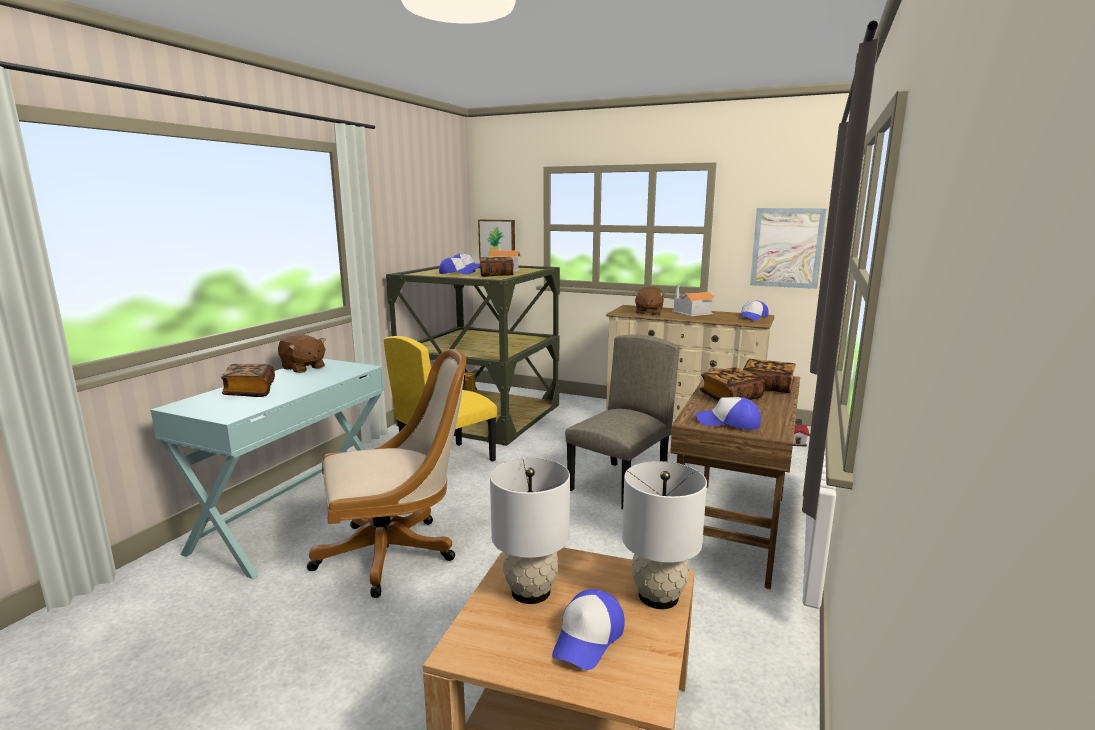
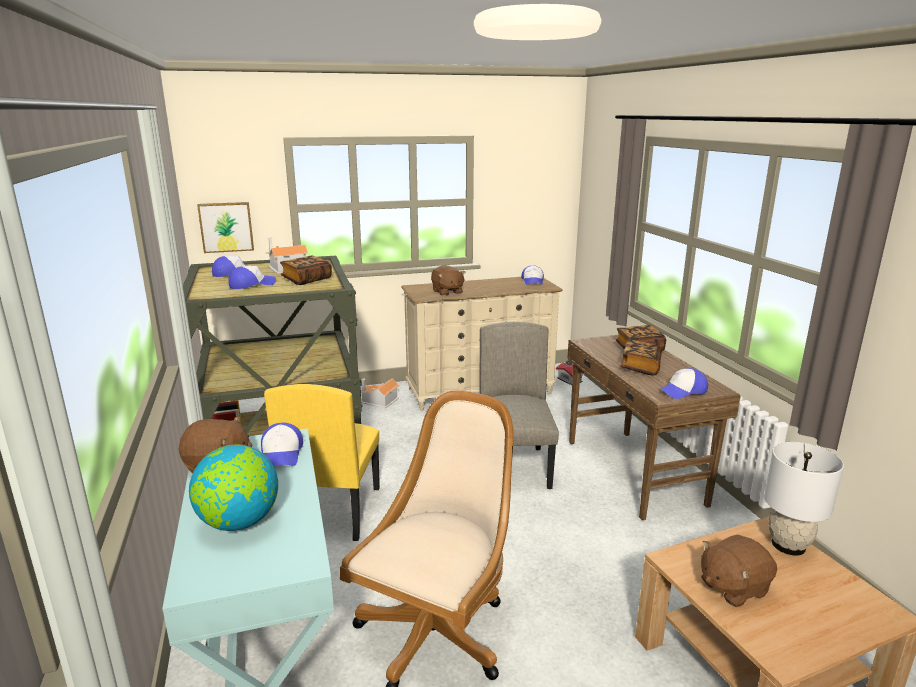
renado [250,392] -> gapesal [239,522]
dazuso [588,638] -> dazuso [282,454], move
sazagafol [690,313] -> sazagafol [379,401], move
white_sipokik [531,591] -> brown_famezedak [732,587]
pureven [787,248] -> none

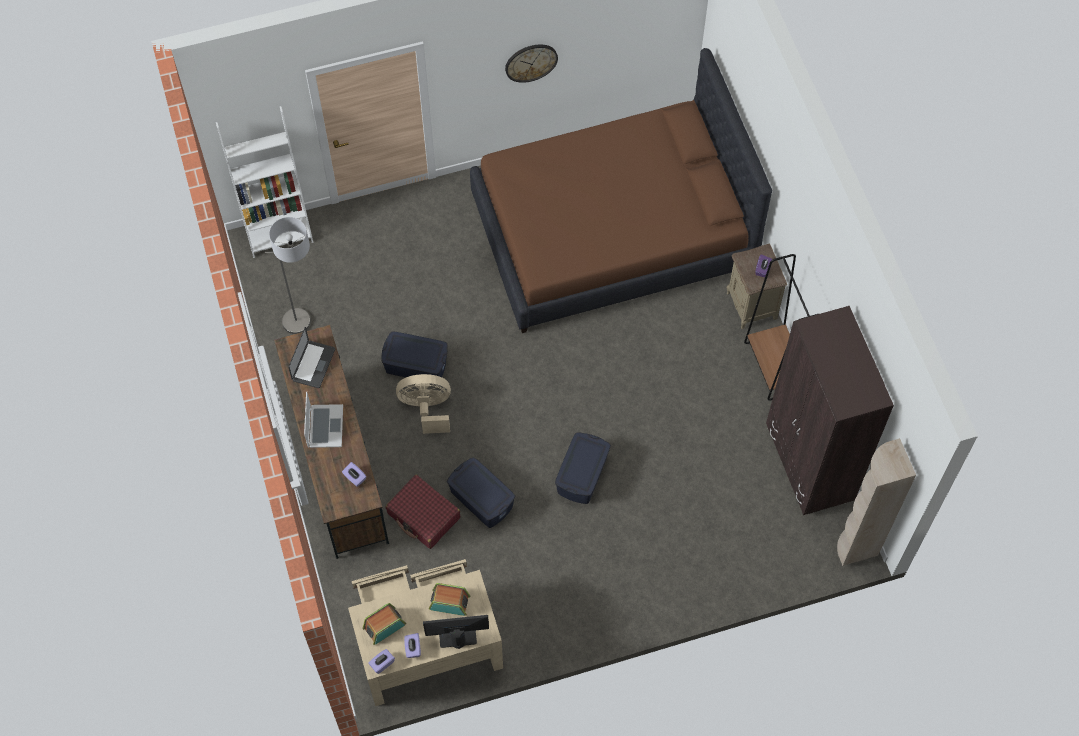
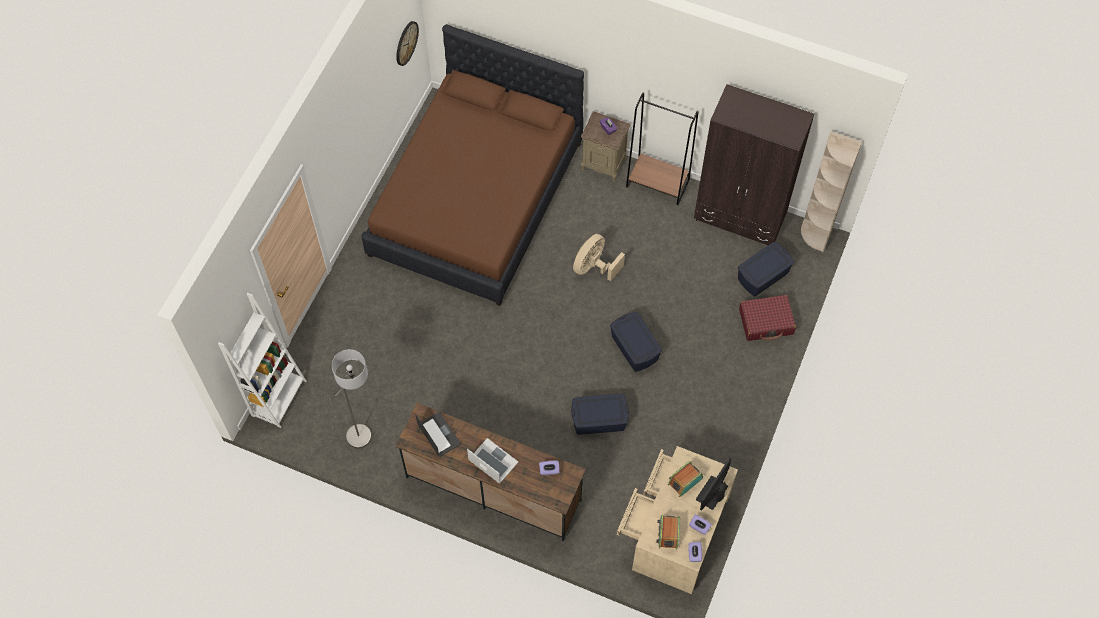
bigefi [531,62] -> bigefi [406,43], move
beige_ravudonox [427,409] -> beige_ravudonox [594,267], move
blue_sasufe [416,364] -> blue_sasufe [762,275], move
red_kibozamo [424,516] -> red_kibozamo [766,322], move

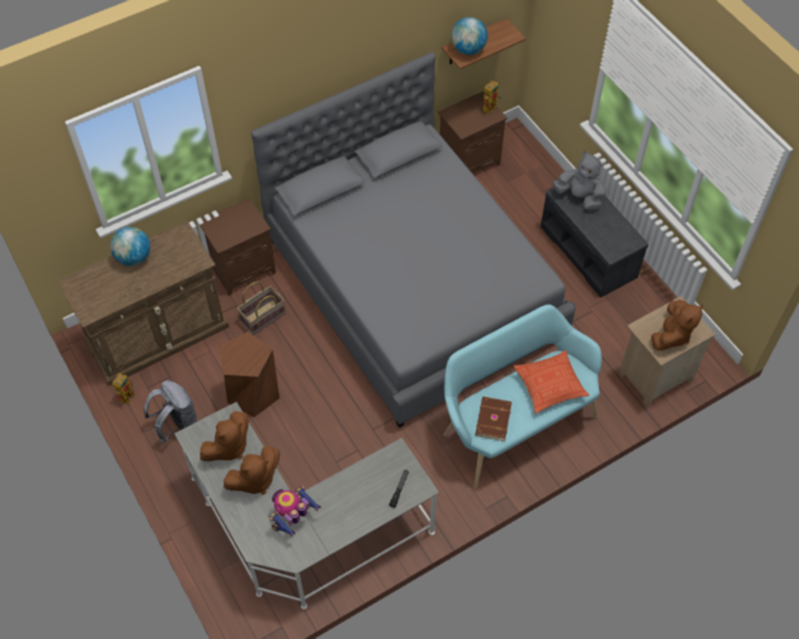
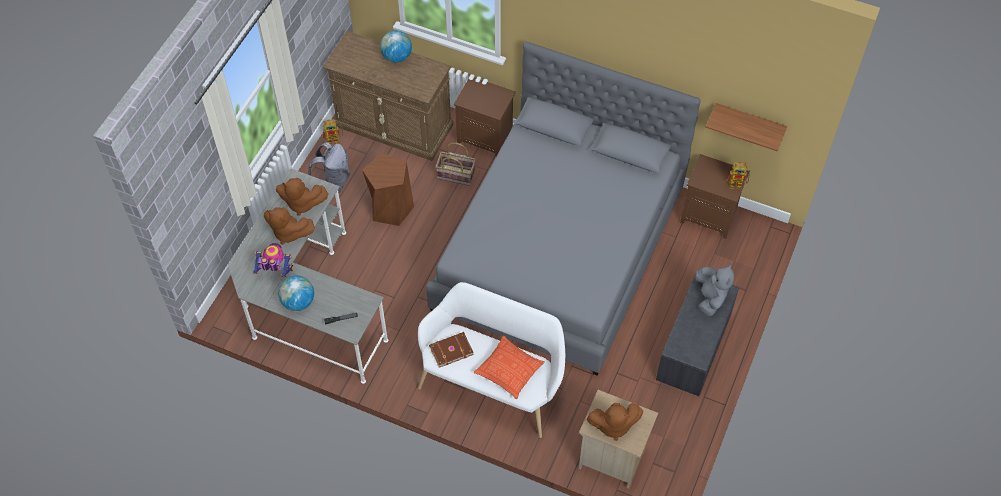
gapesal [468,49] -> gapesal [298,302], move
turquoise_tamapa [514,422] -> white_tamapa [493,383]

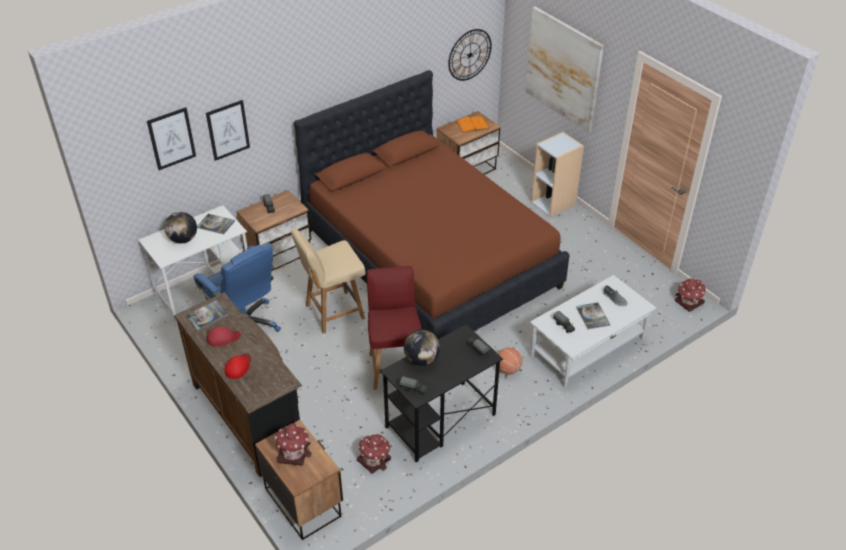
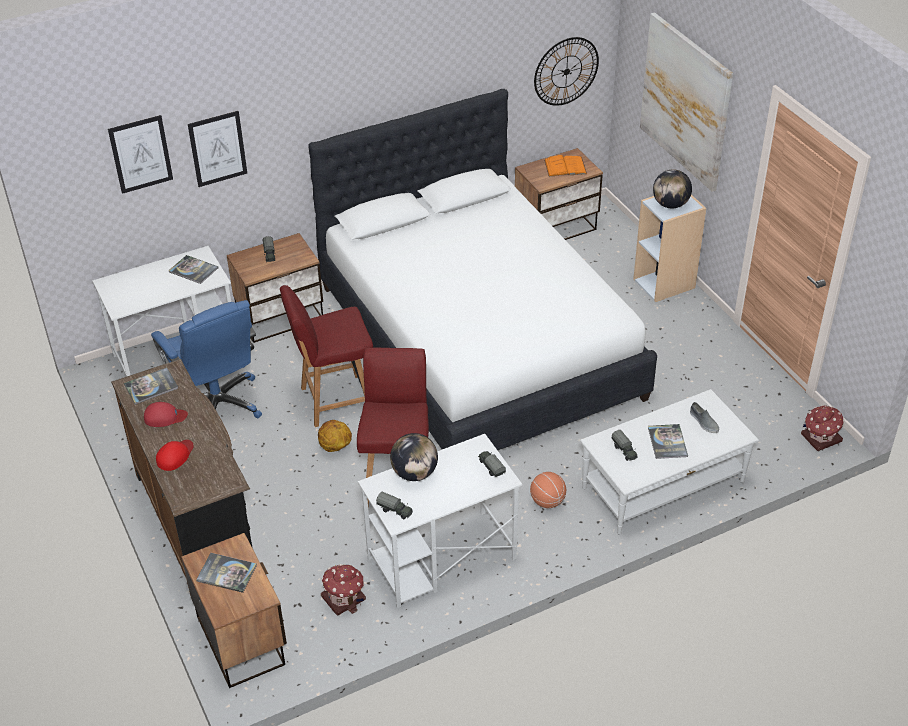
sazagafol [293,452] -> renado [226,573]
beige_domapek [333,312] -> red_domapek [334,401]
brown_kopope [430,257] -> white_kopope [478,341]
none -> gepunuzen [335,447]
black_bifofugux [440,421] -> white_bifofugux [441,559]
gapesal [183,239] -> gapesal [670,204], move

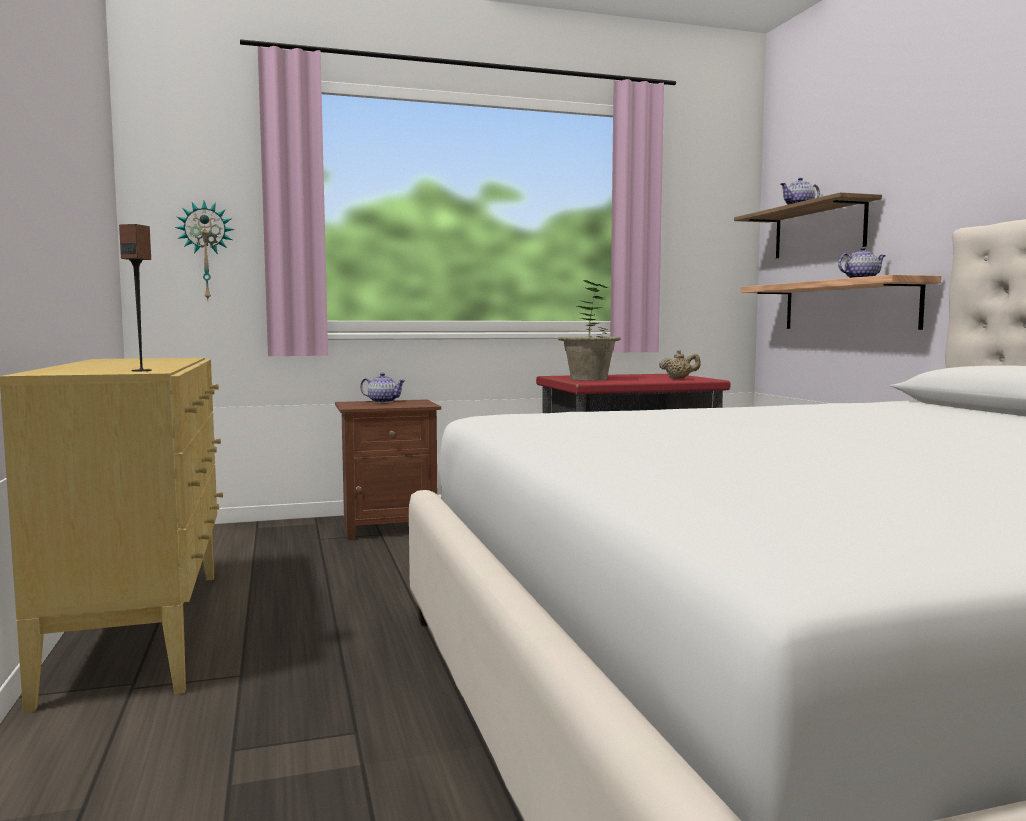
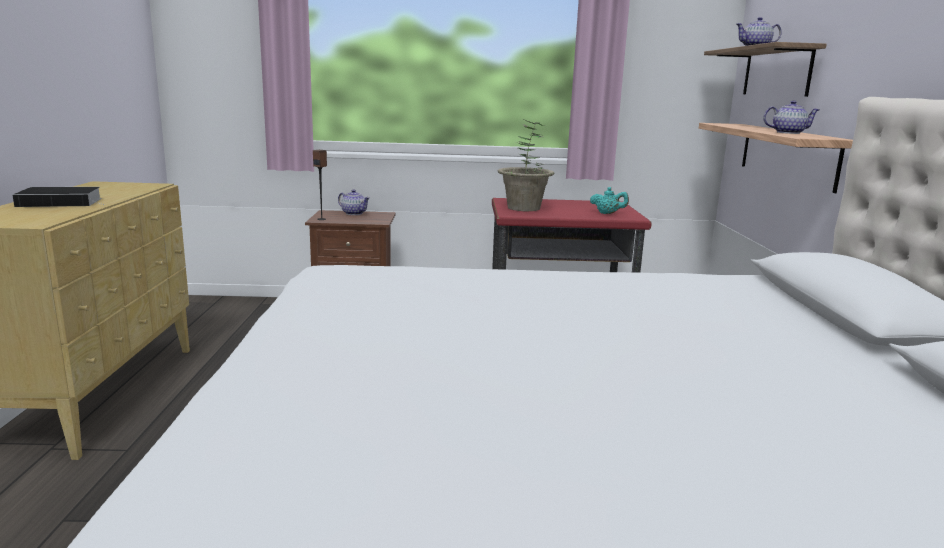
none -> renado [63,202]
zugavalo [141,370] -> zugavalo [321,219], move
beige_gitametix [679,378] -> turquoise_gitametix [608,213]
bigefi [206,251] -> none

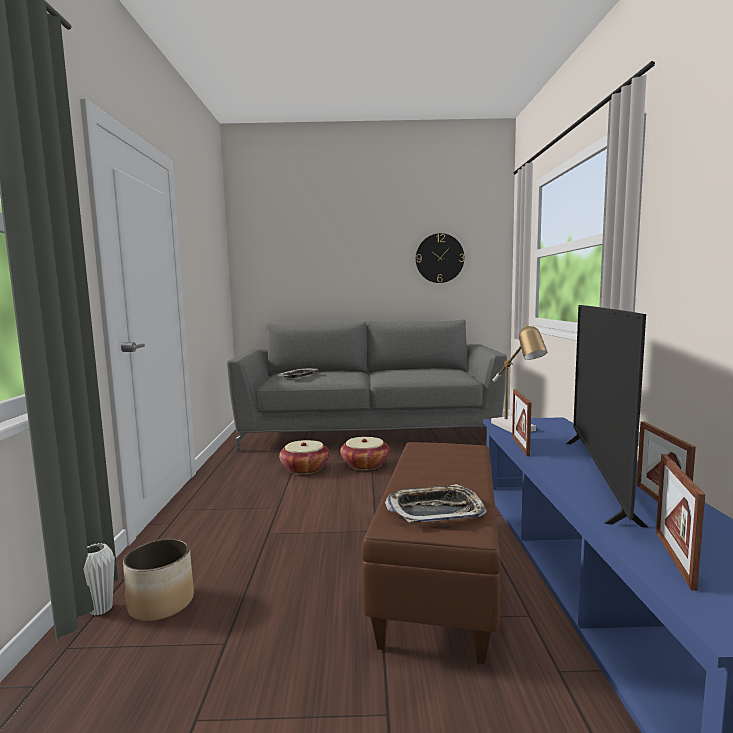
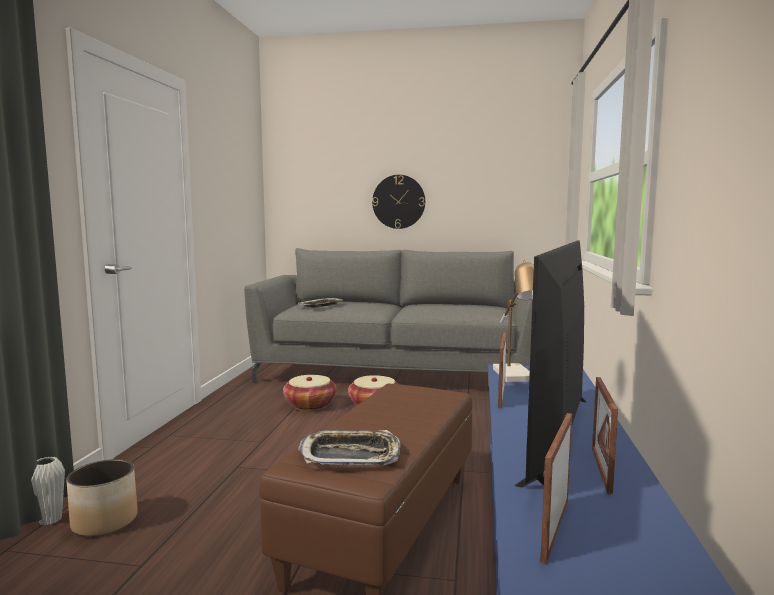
bigefi [439,258] -> bigefi [398,201], move

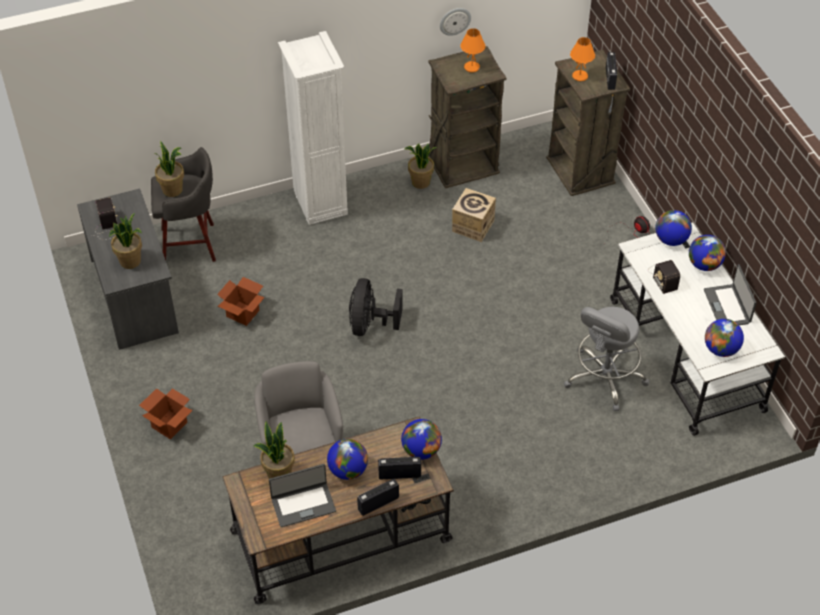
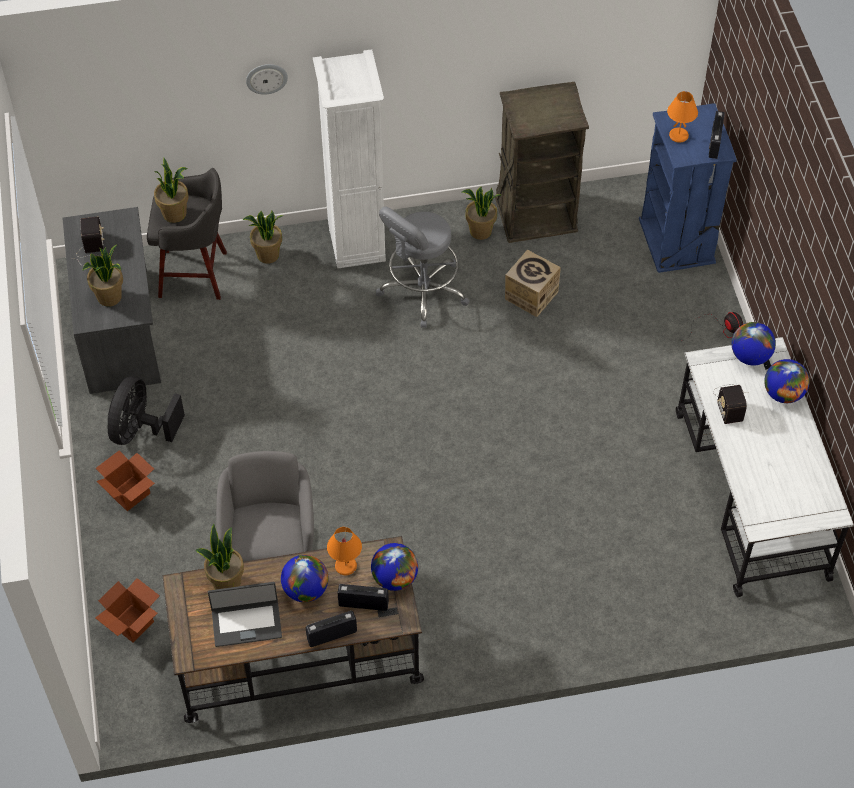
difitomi [242,313] -> difitomi [132,623], move
black_ravudonox [370,324] -> black_ravudonox [141,430], move
none -> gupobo [268,255]
bigefi [454,21] -> bigefi [266,78], move
orange_sipokik [472,67] -> orange_sipokik [346,566], move
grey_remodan [604,378] -> grey_remodan [422,291], move
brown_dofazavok [581,170] -> blue_dofazavok [677,241]
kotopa [727,306] -> none
gapesal [721,349] -> none

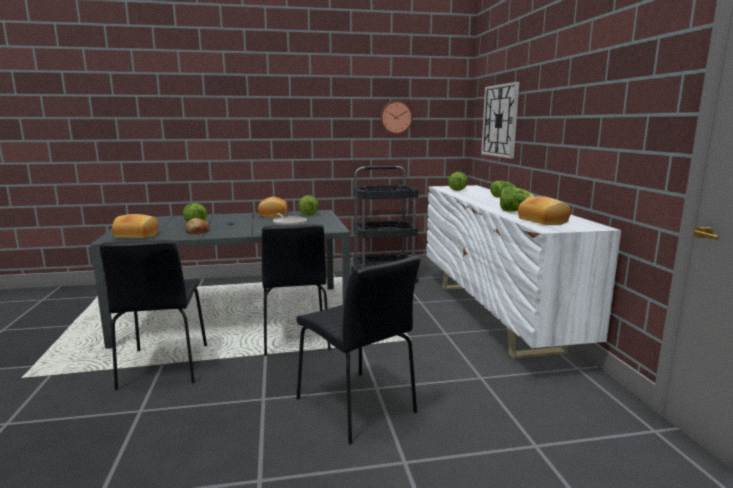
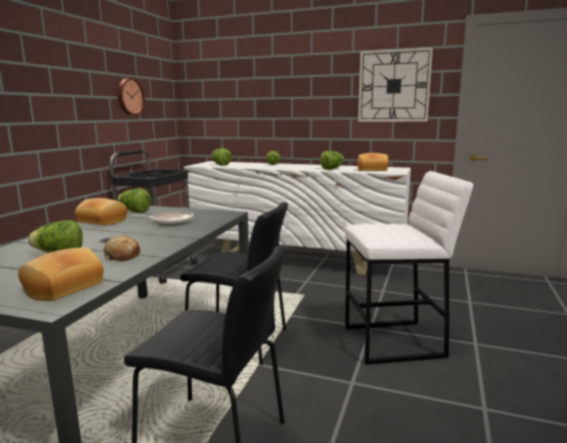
black_domapek [358,407] -> white_remodan [395,341]
bigefi [500,120] -> bigefi [394,86], move

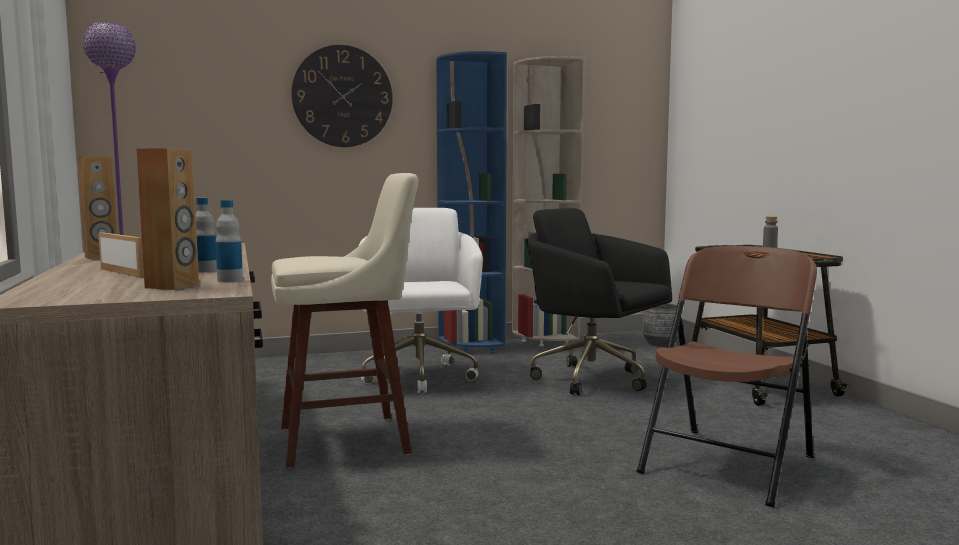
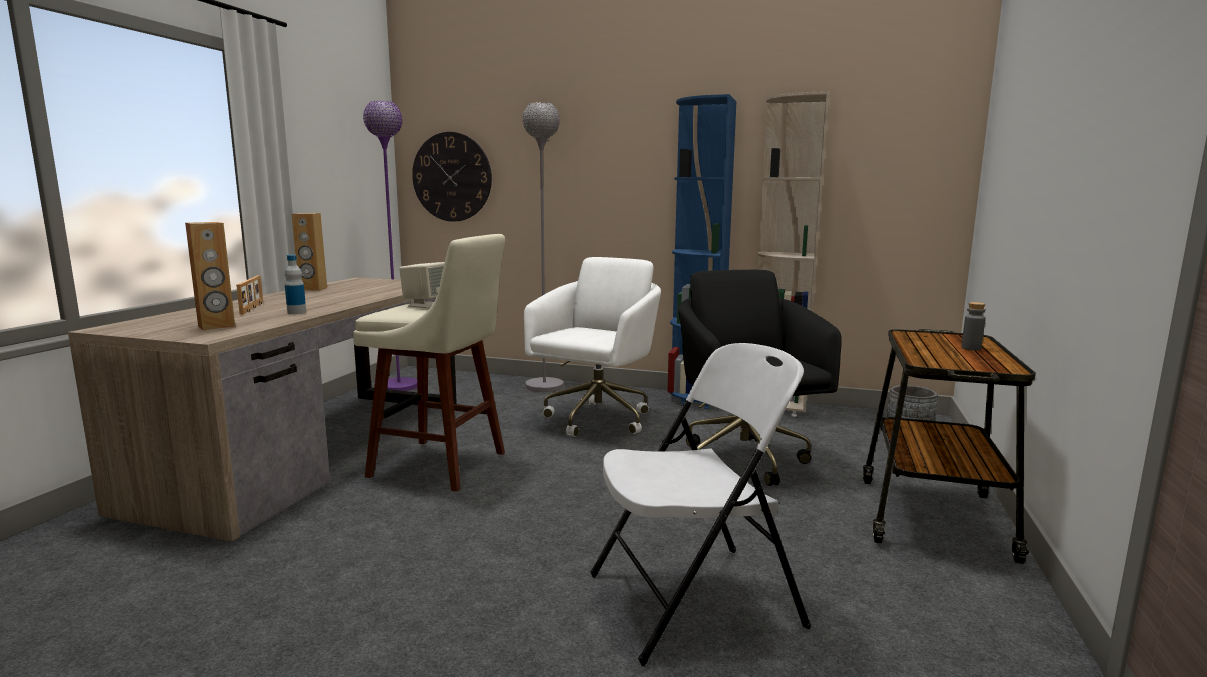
none -> beige_zugavalo [425,305]
bigefi [342,96] -> bigefi [452,177], move
none -> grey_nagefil [545,386]
brown_domapek [728,465] -> white_domapek [694,600]
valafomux [230,280] -> none

